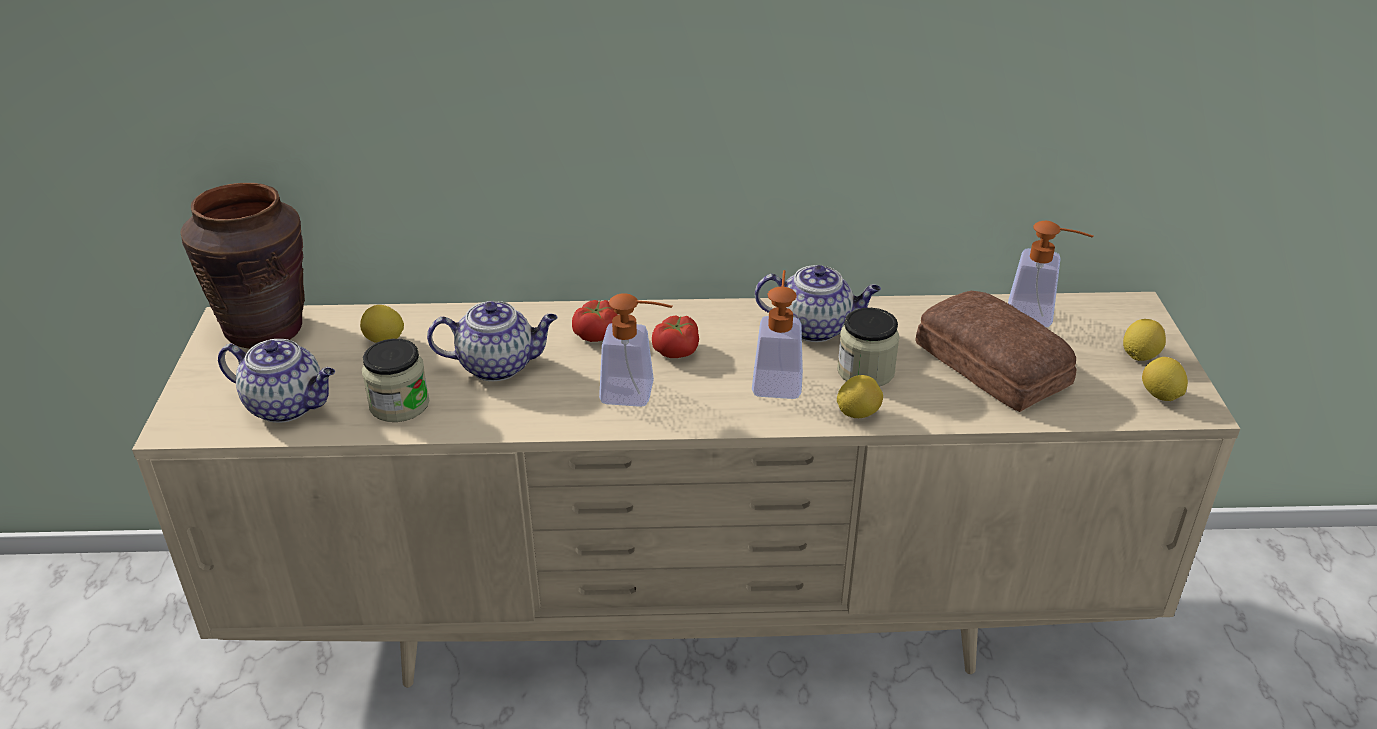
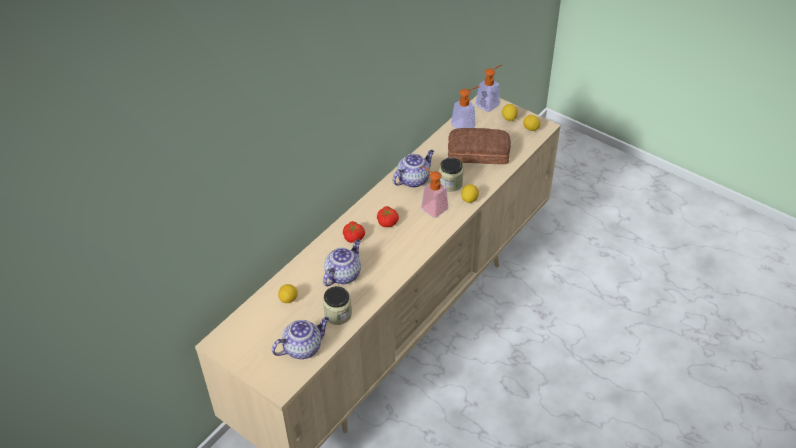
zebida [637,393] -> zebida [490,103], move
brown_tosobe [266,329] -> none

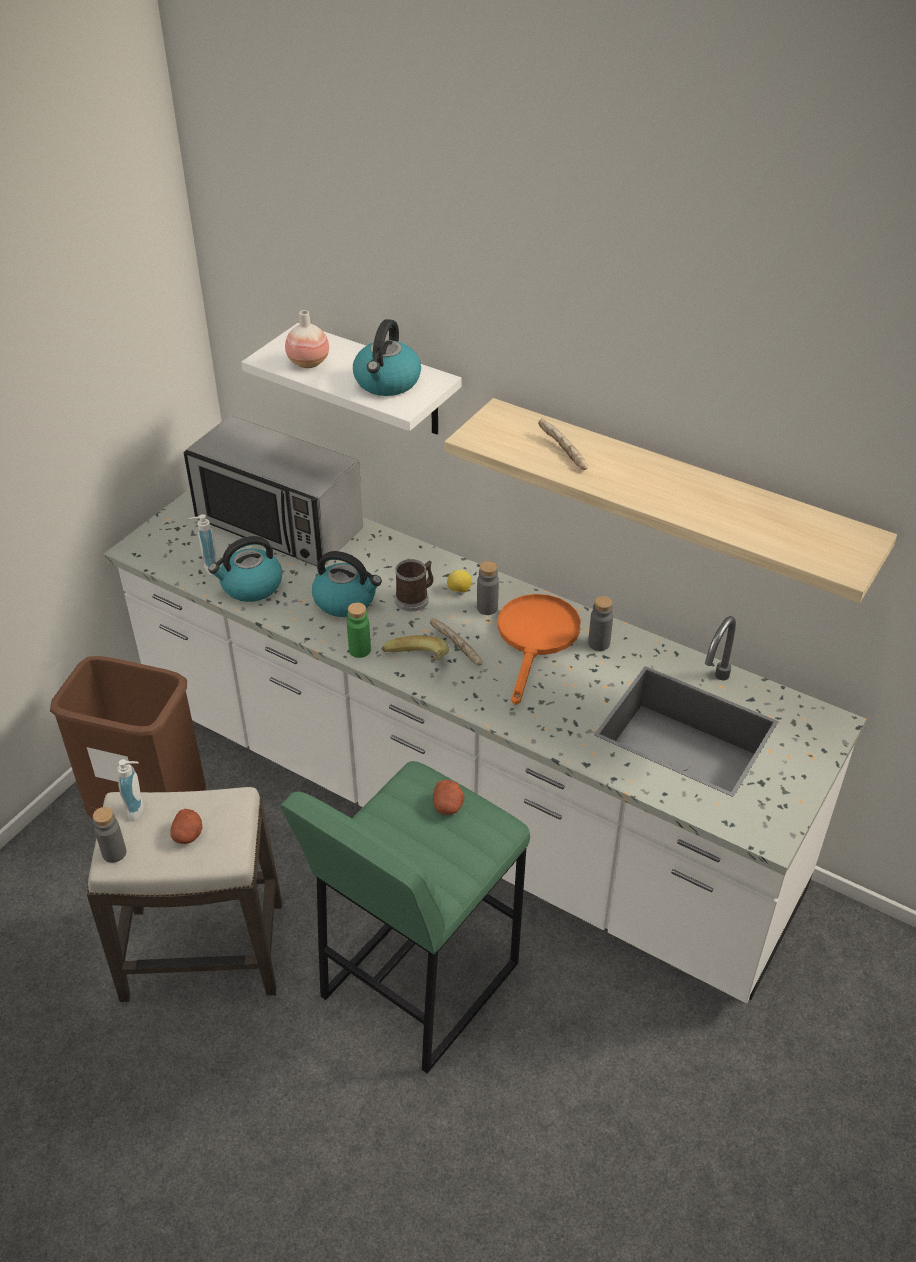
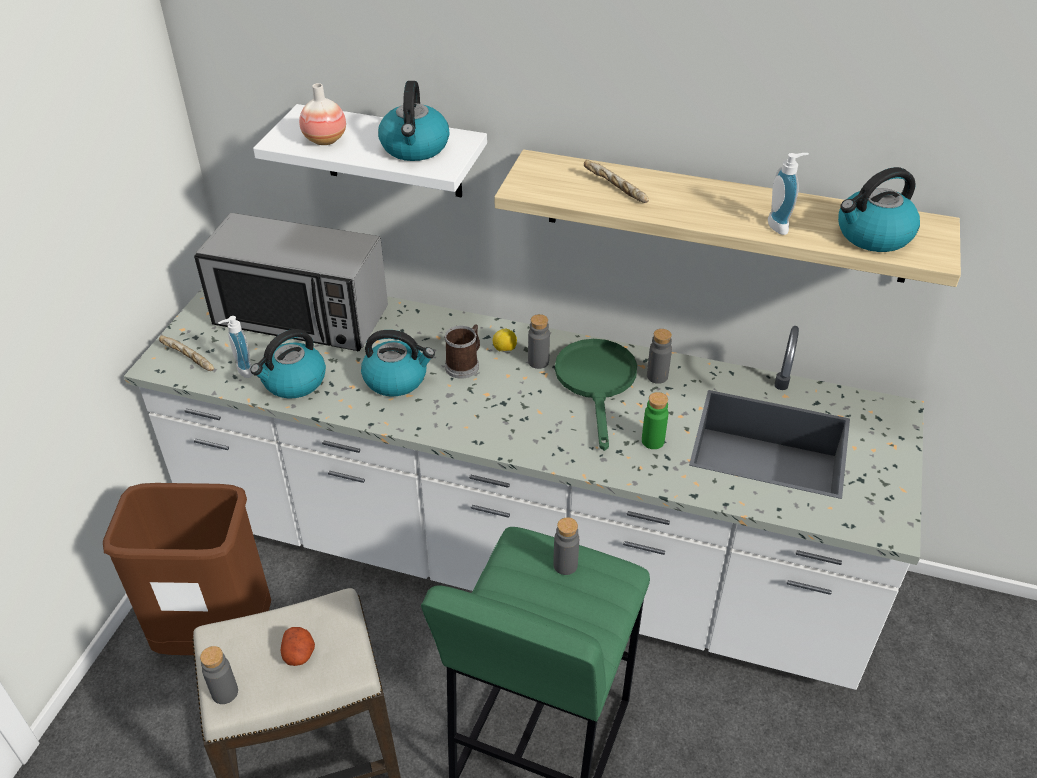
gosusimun [455,648] -> gosusimun [187,359], move
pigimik [448,806] -> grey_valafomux [565,565]
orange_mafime [536,638] -> green_mafime [597,382]
green_valafomux [359,650] -> green_valafomux [652,441], move
zebida [139,810] -> zebida [781,225], move
none -> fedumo [873,235]
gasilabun [416,664] -> none

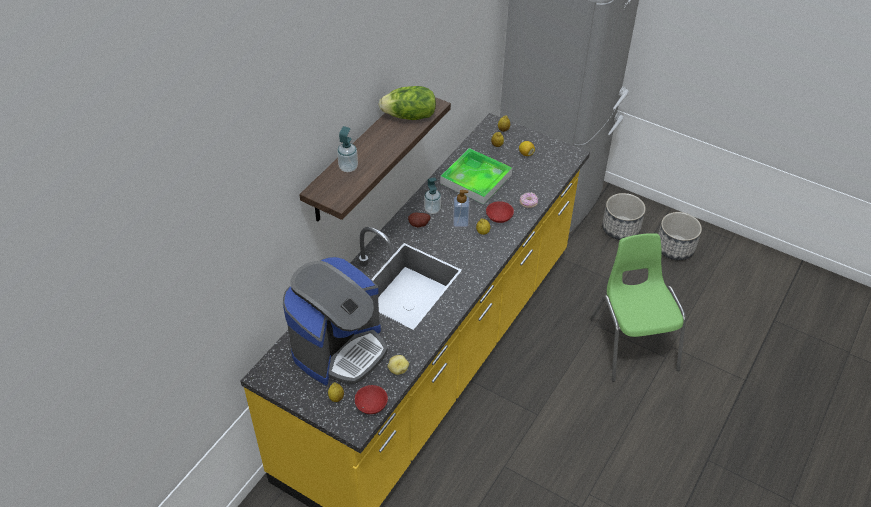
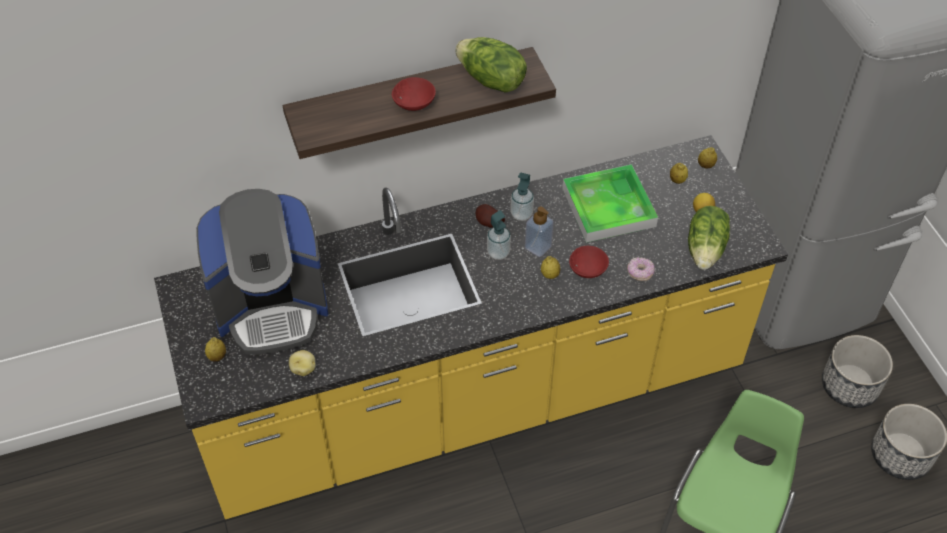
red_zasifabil [372,405] -> red_zasifabil [414,103], move
zebida [348,167] -> zebida [498,252], move
none -> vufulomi [706,249]

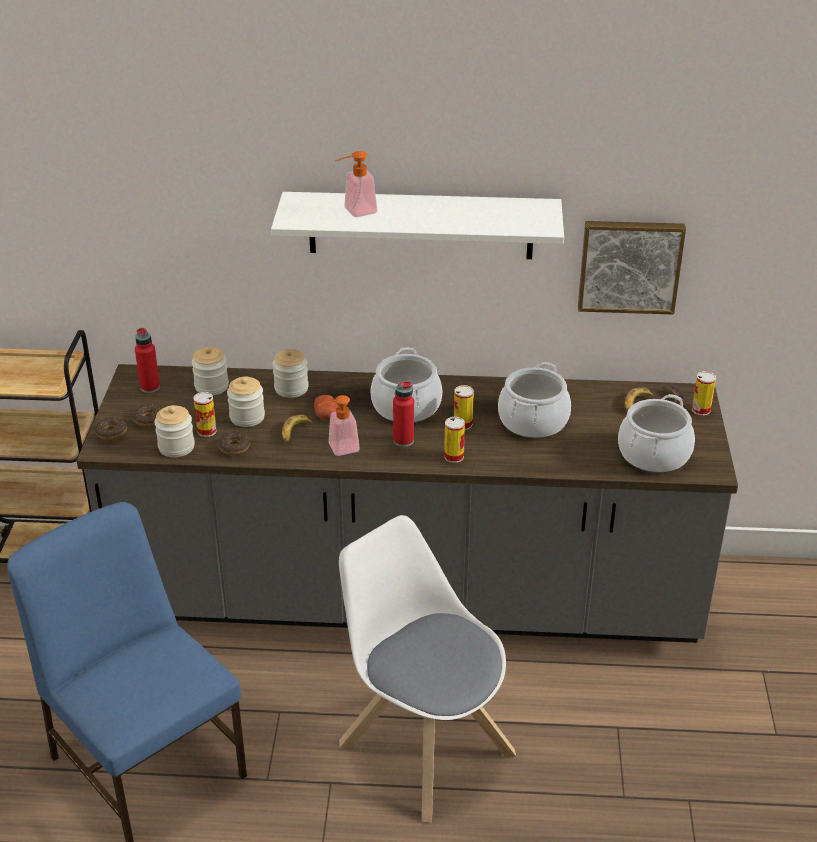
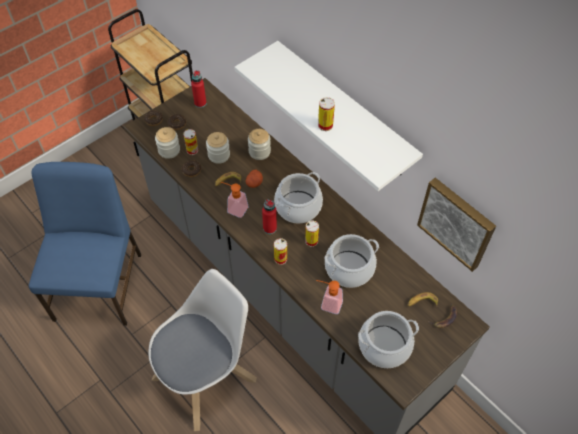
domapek [423,745] -> domapek [207,377], 45 degrees clockwise
zebida [355,212] -> zebida [327,303], move
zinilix [701,410] -> zinilix [325,125], move
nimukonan [211,386] -> none

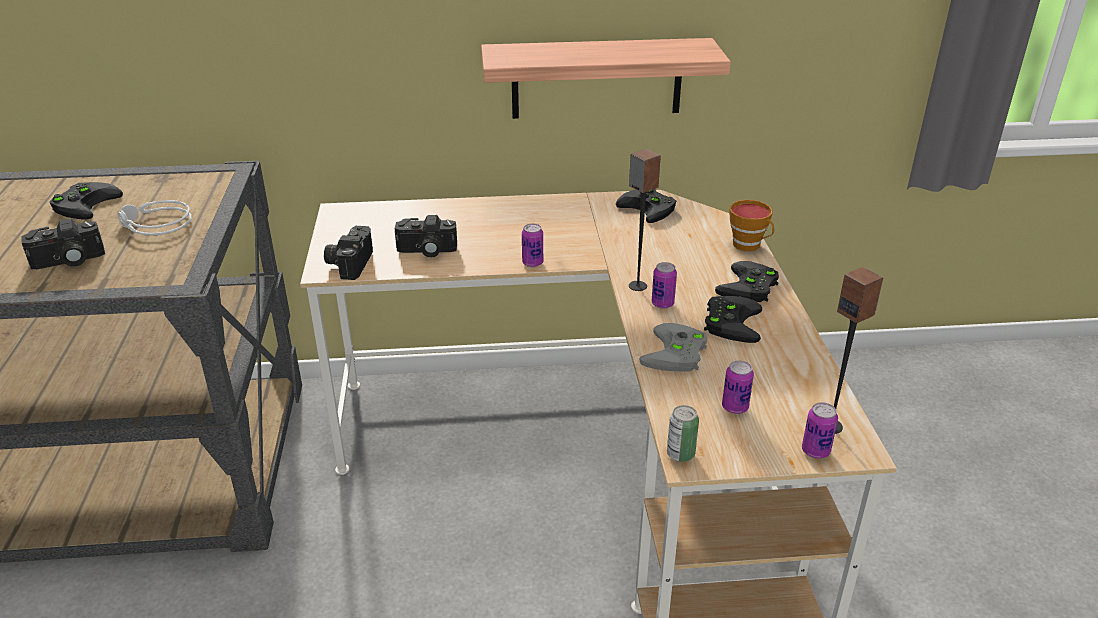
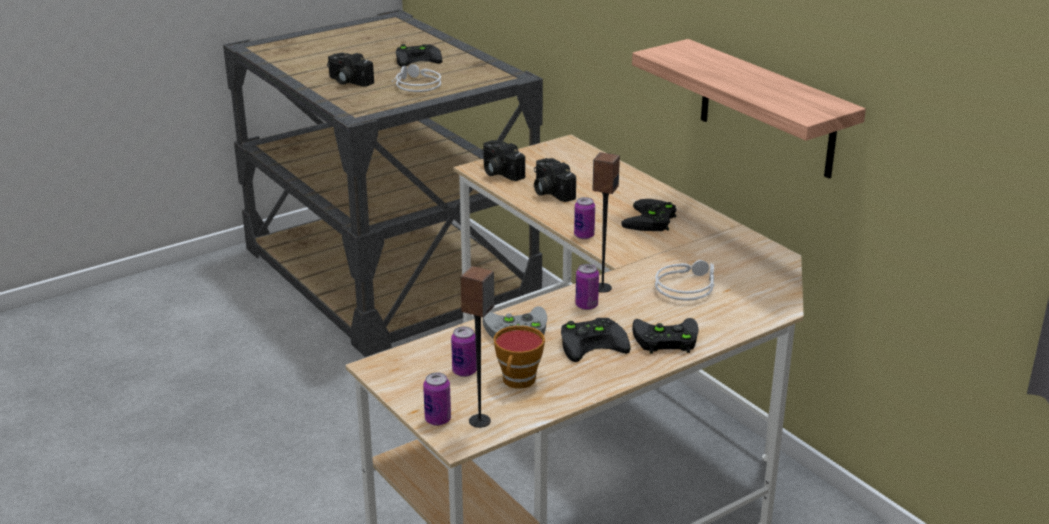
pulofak [349,263] -> pulofak [498,172], 105 degrees counterclockwise
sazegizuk [749,245] -> sazegizuk [518,382], move
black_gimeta [650,208] -> black_gimeta [651,221], move
none -> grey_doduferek [686,286]
zinilix [680,454] -> none

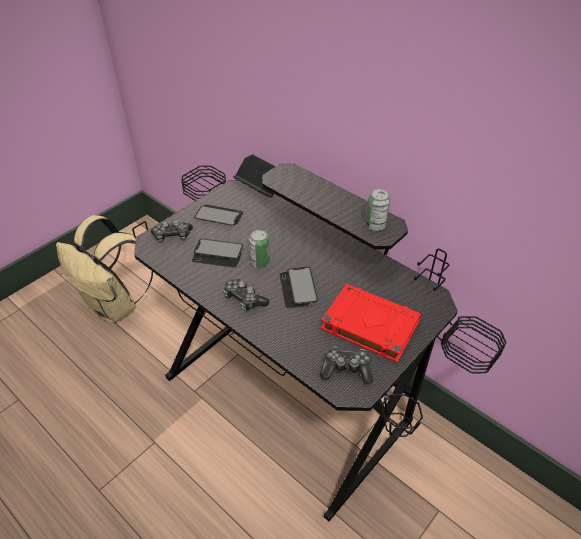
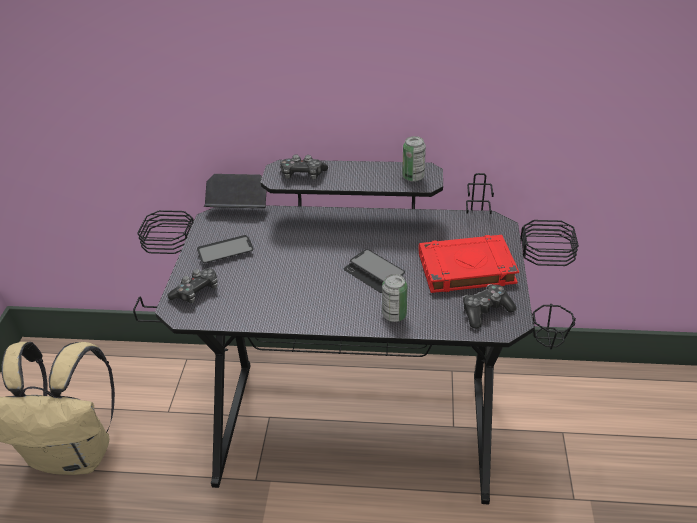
gimeta [244,299] -> gimeta [302,175], move
zinilix [260,262] -> zinilix [394,315], move
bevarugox [217,254] -> none

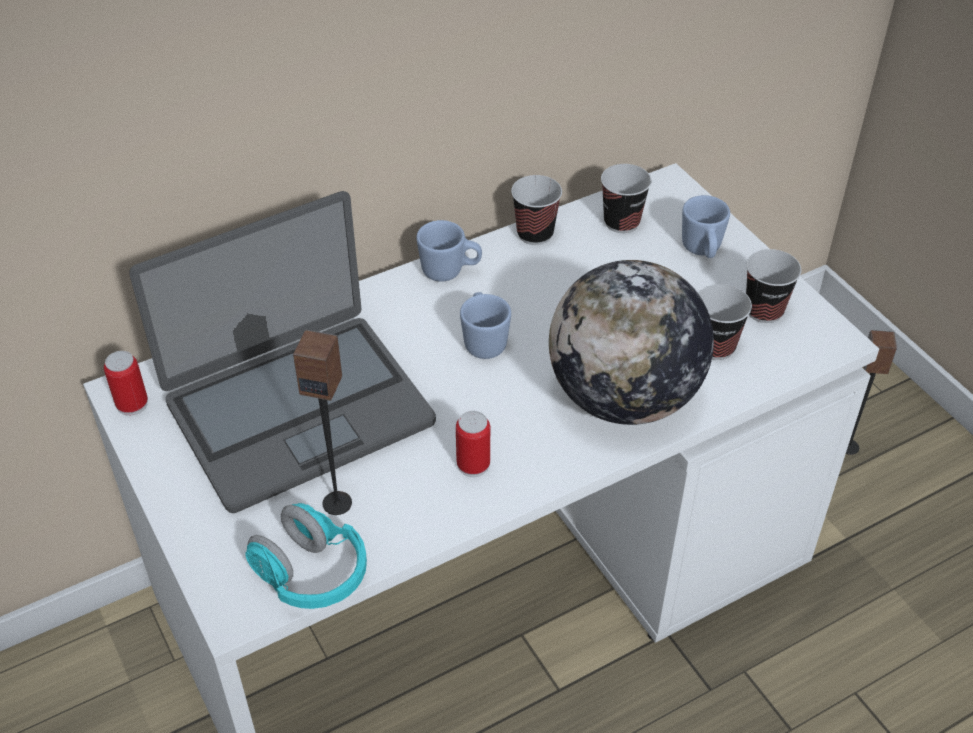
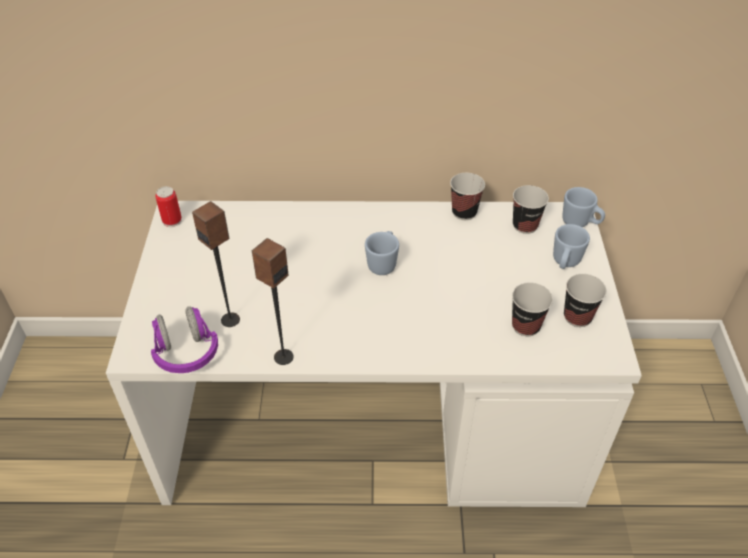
turquoise_doduferek [311,574] -> purple_doduferek [186,352]
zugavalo [848,447] -> zugavalo [283,357], move
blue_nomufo [450,271] -> blue_nomufo [580,223], move
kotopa [298,410] -> none
zinilix [473,464] -> none
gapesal [624,397] -> none

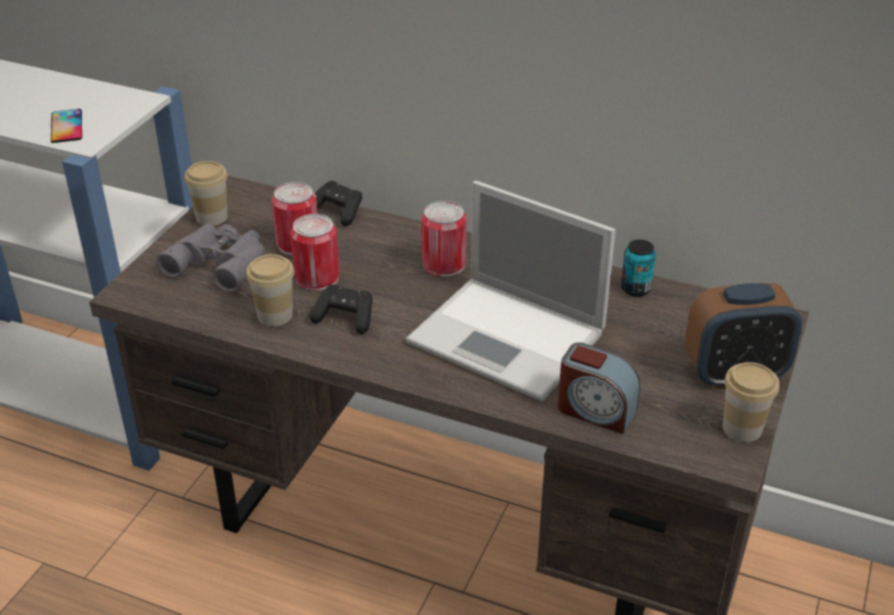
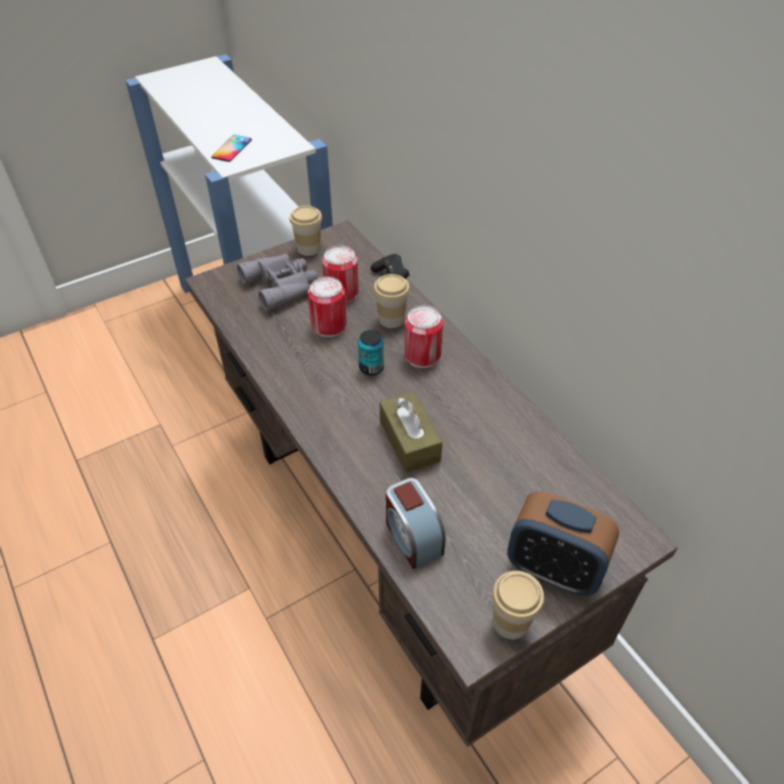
zinilix [635,289] -> zinilix [371,367], move
sazegizuk [275,315] -> sazegizuk [391,319], move
kotopa [509,338] -> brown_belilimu [409,441]
black_gimeta [345,318] -> none

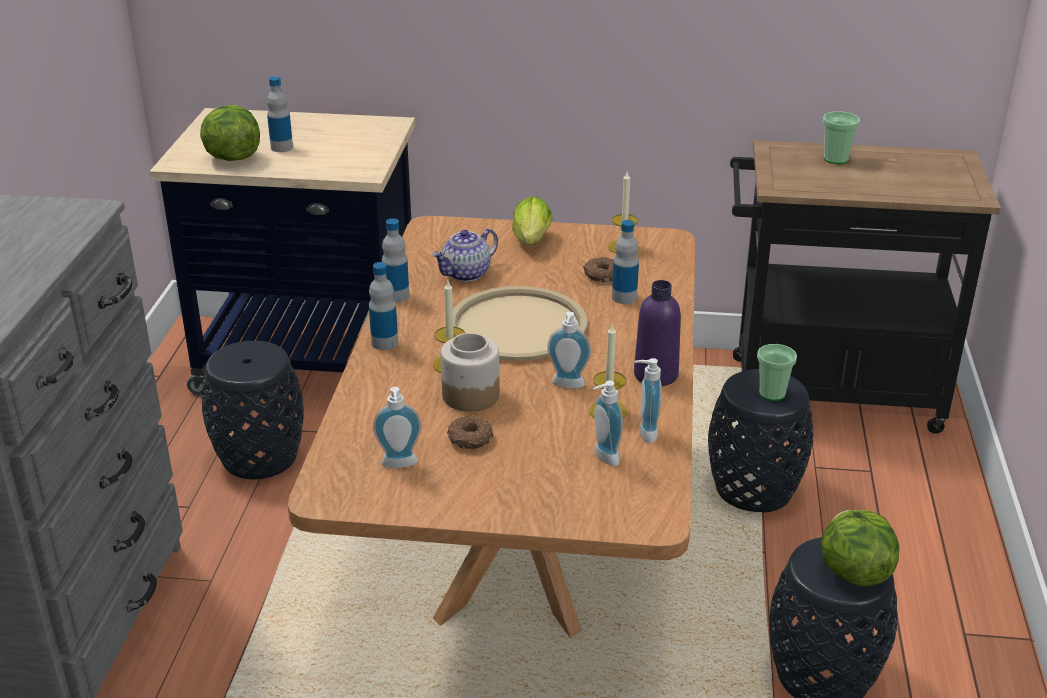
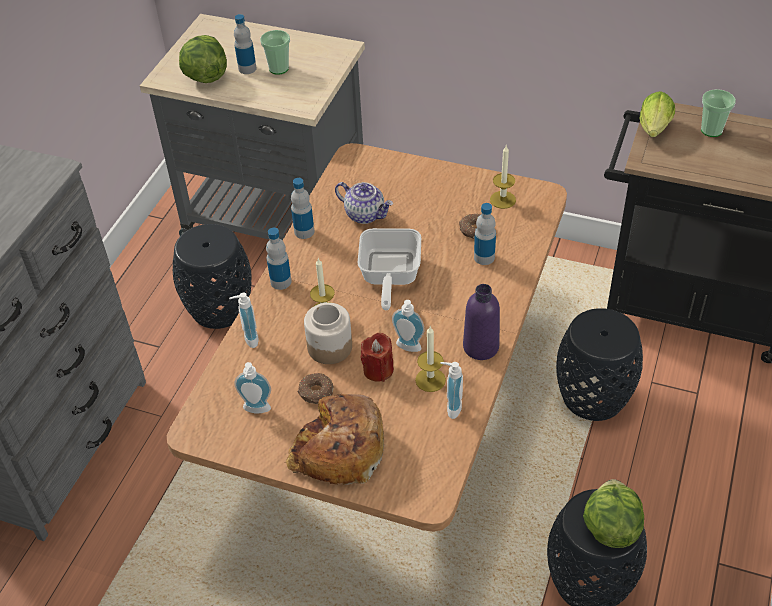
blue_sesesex [310,364] -> grey_sesesex [277,222]
zebida [603,457] -> zebida [248,339], move
sazegizuk [772,393] -> sazegizuk [278,68], move
none -> gosusimun [338,449]
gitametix [466,274] -> gitametix [365,214], 120 degrees counterclockwise
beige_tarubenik [518,325] -> mafime [389,277]
none -> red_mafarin [378,370]
vufulomi [531,243] -> vufulomi [653,130], move

